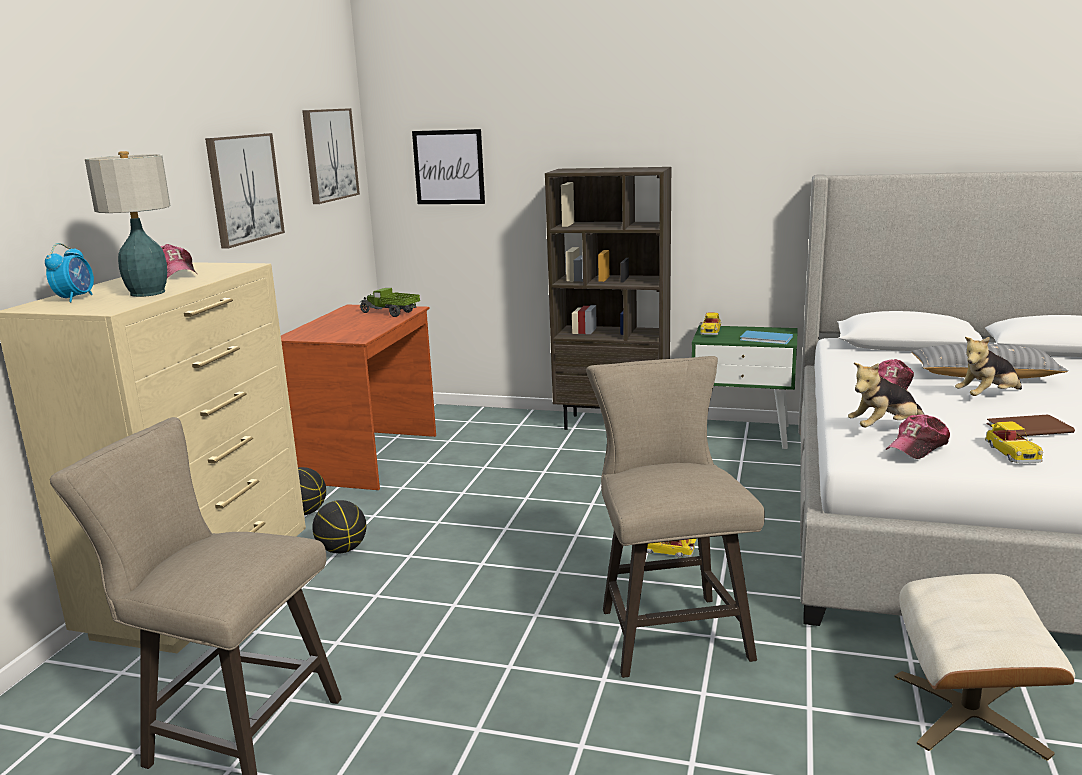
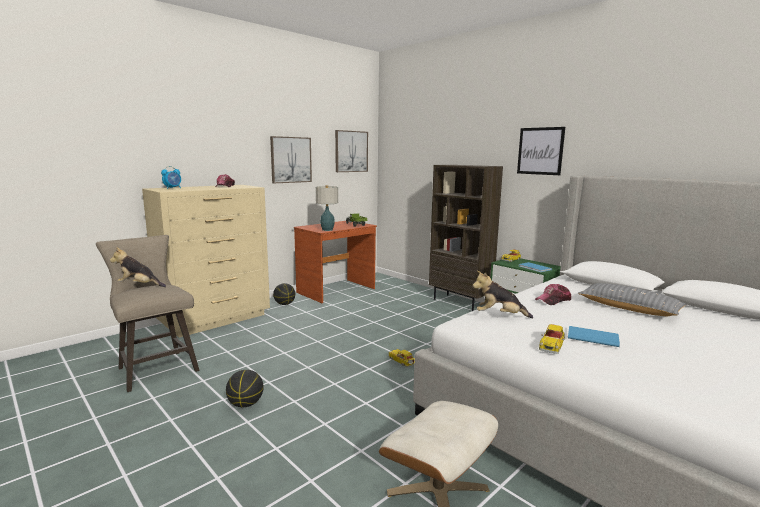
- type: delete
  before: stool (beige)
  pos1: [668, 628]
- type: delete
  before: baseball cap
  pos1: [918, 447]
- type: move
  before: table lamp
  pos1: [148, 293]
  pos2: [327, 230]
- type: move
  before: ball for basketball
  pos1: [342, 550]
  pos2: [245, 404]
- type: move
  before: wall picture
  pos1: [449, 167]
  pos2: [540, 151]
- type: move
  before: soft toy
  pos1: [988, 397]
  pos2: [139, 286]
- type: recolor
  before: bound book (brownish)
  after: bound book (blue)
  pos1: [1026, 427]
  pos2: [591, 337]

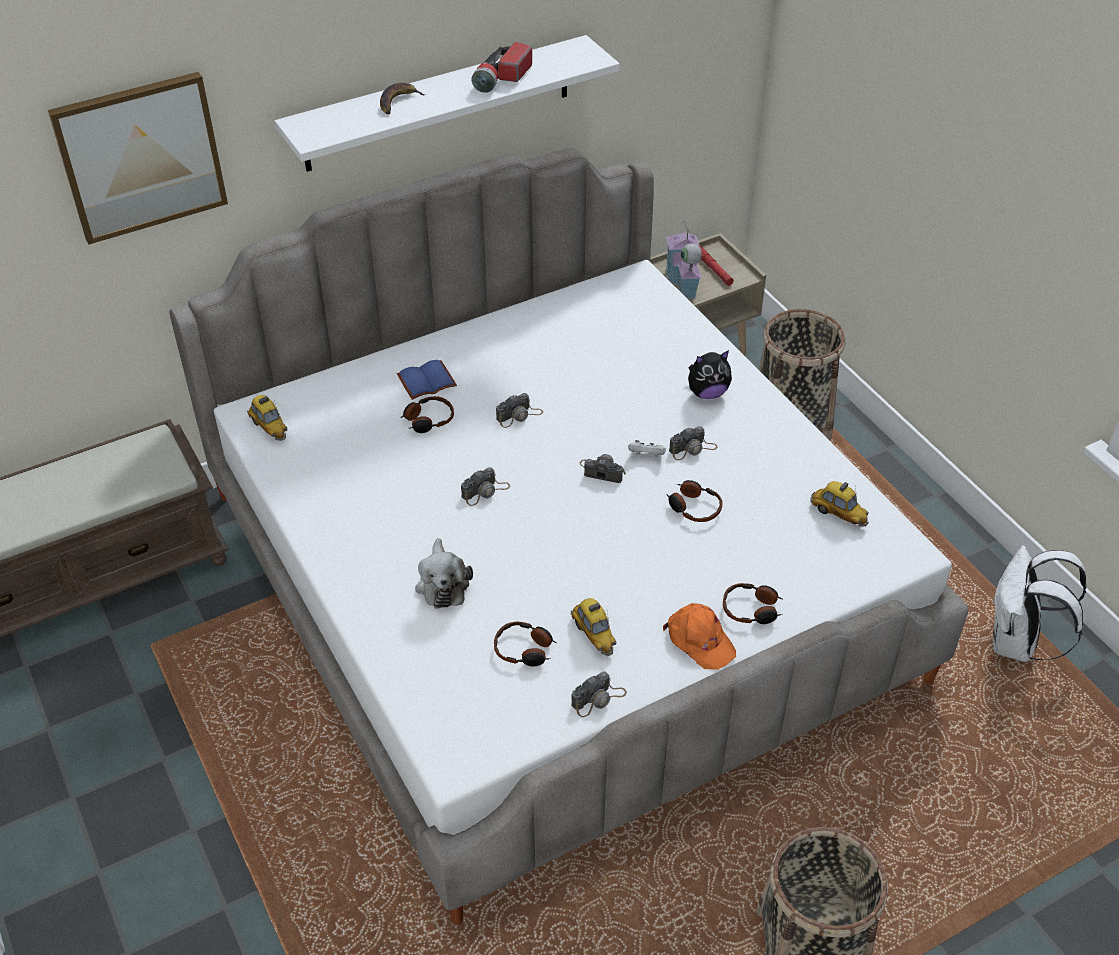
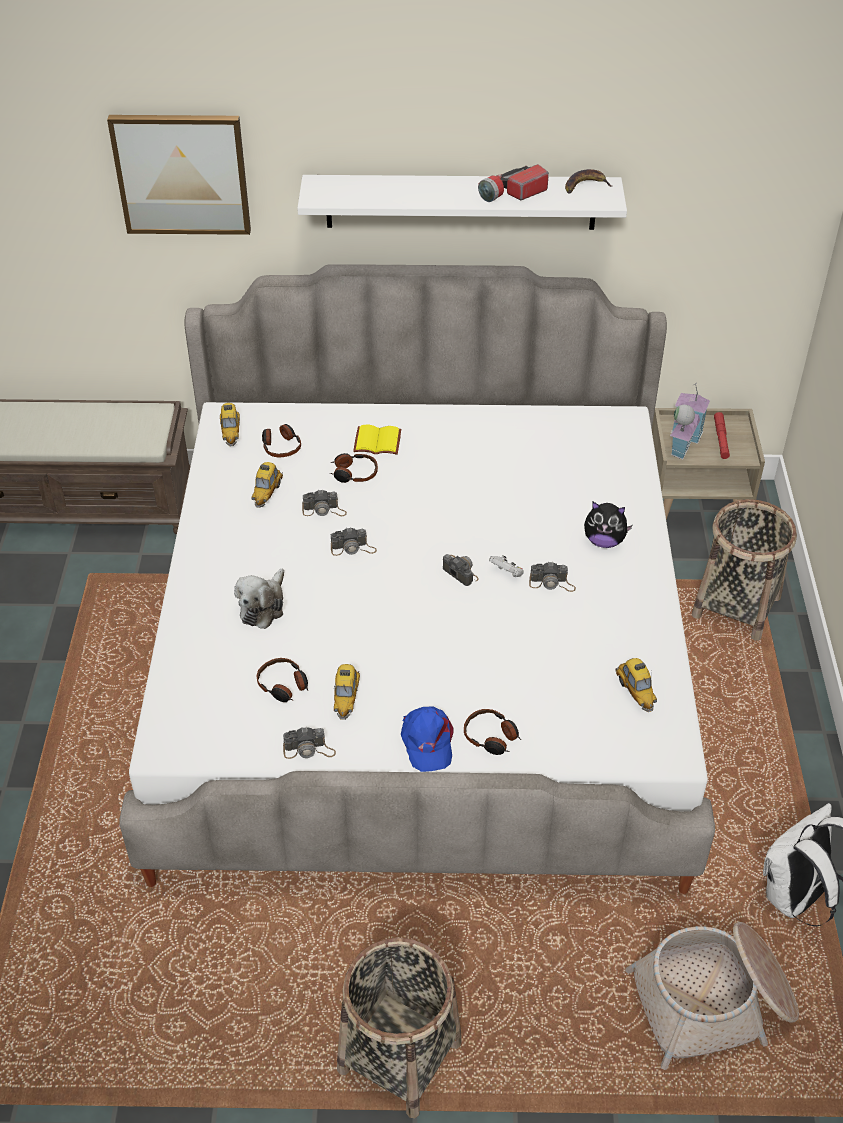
- type: insert
  after: toy car
  pos2: [267, 493]
- type: insert
  after: household basket
  pos2: [714, 1003]
- type: move
  before: banana fruit
  pos1: [398, 102]
  pos2: [585, 186]
- type: move
  before: still camera
  pos1: [519, 415]
  pos2: [324, 510]
- type: move
  before: headset
  pos1: [693, 507]
  pos2: [281, 446]
- type: recolor
  before: bound book (blue)
  after: bound book (yellow)
  pos1: [426, 382]
  pos2: [376, 442]
- type: recolor
  before: baseball cap (orange)
  after: baseball cap (blue)
  pos1: [699, 640]
  pos2: [427, 741]

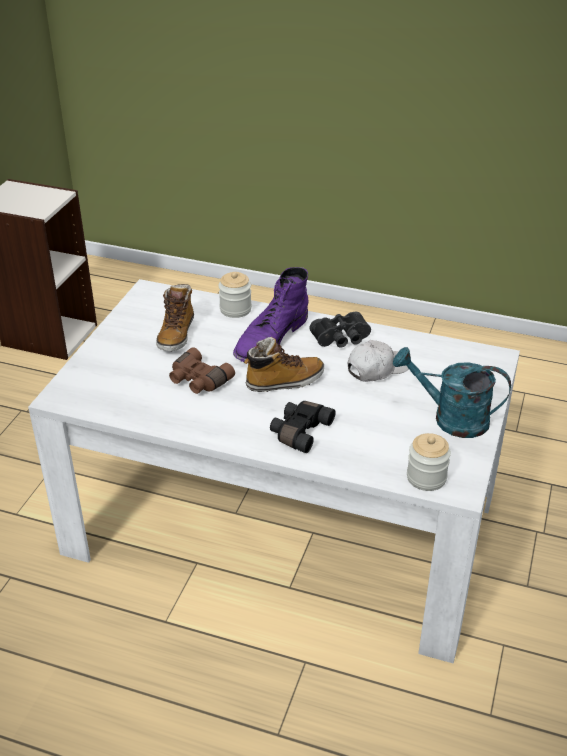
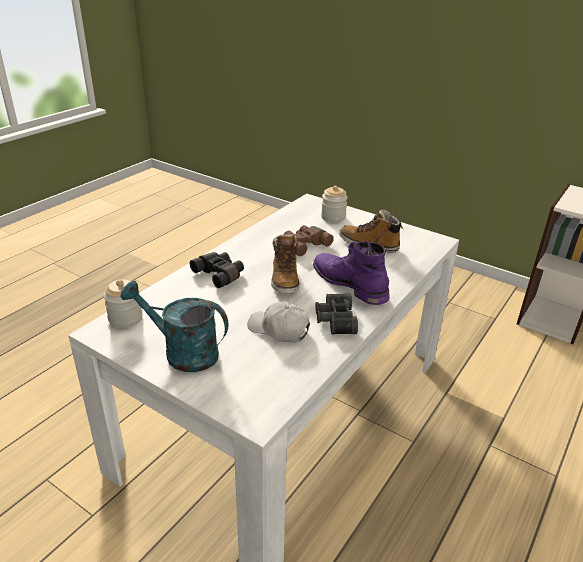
- type: move
  before: preserve jar
  pos1: [235, 309]
  pos2: [333, 217]
- type: rotate
  before: baseball cap (white)
  pos1: [377, 368]
  pos2: [279, 329]
  turn: 135
- type: rotate
  before: sprinkling can (turquoise)
  pos1: [450, 418]
  pos2: [182, 352]
  turn: -105

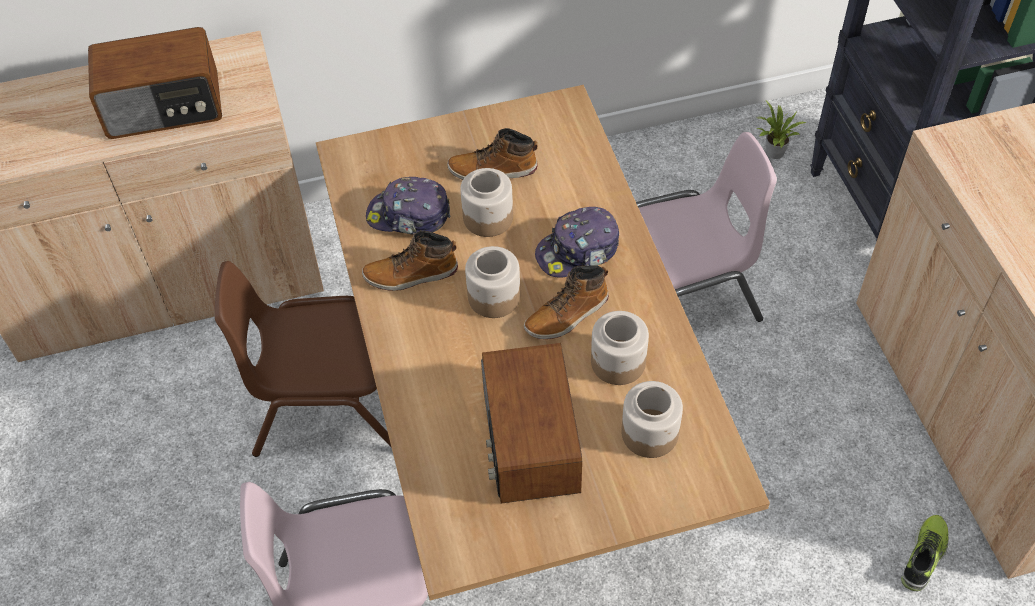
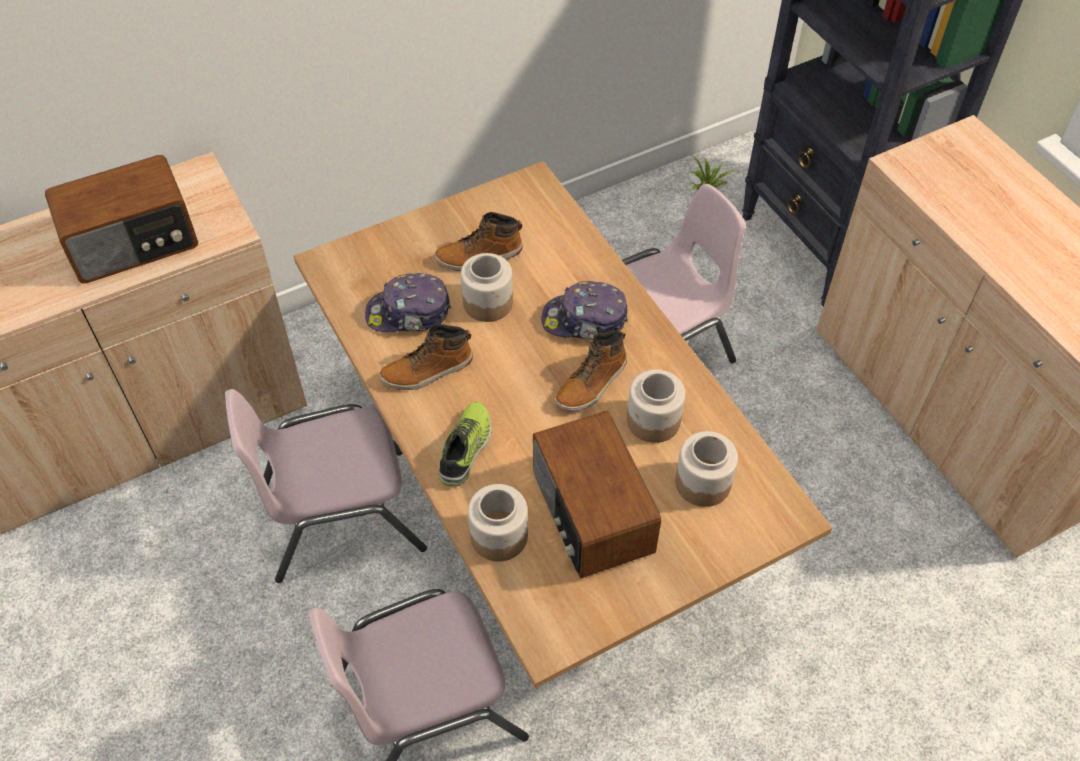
- type: move
  before: preserve jar
  pos1: [493, 297]
  pos2: [498, 536]
- type: move
  before: item of footwear
  pos1: [924, 556]
  pos2: [466, 448]
- type: recolor
  before: plain chair (brownish)
  after: plain chair (pink)
  pos1: [329, 403]
  pos2: [340, 515]
- type: rotate
  before: baseball cap
  pos1: [578, 251]
  pos2: [585, 320]
  turn: 45

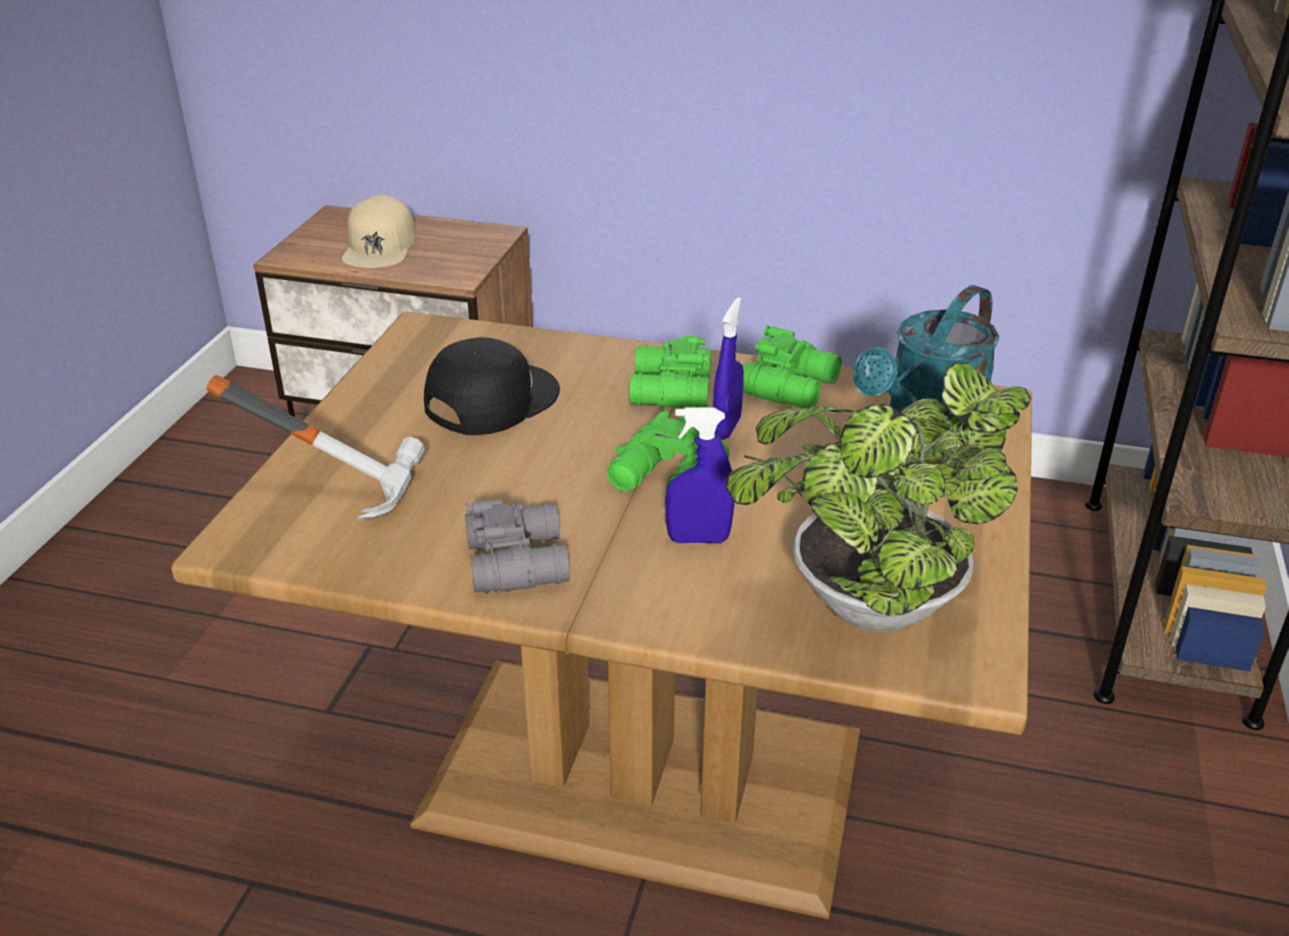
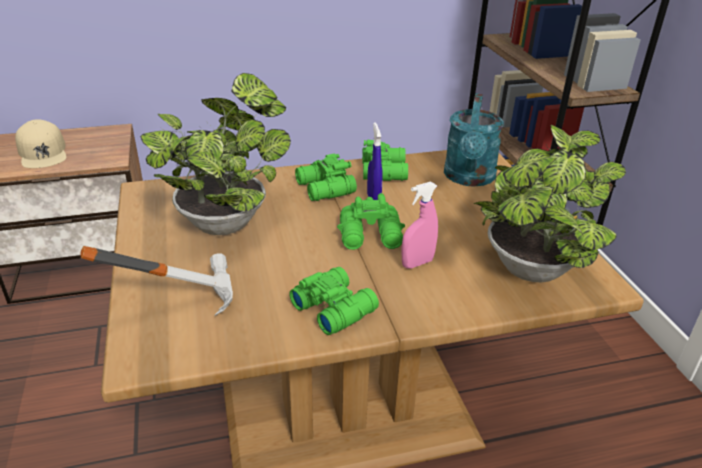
- type: replace
  before: baseball cap (blackish)
  after: potted plant
  pos1: [490, 399]
  pos2: [227, 220]
- type: recolor
  before: pair of binoculars (greyish)
  after: pair of binoculars (green-coloured)
  pos1: [520, 560]
  pos2: [334, 307]
- type: recolor
  before: spray bottle (blue)
  after: spray bottle (pink)
  pos1: [698, 539]
  pos2: [417, 263]

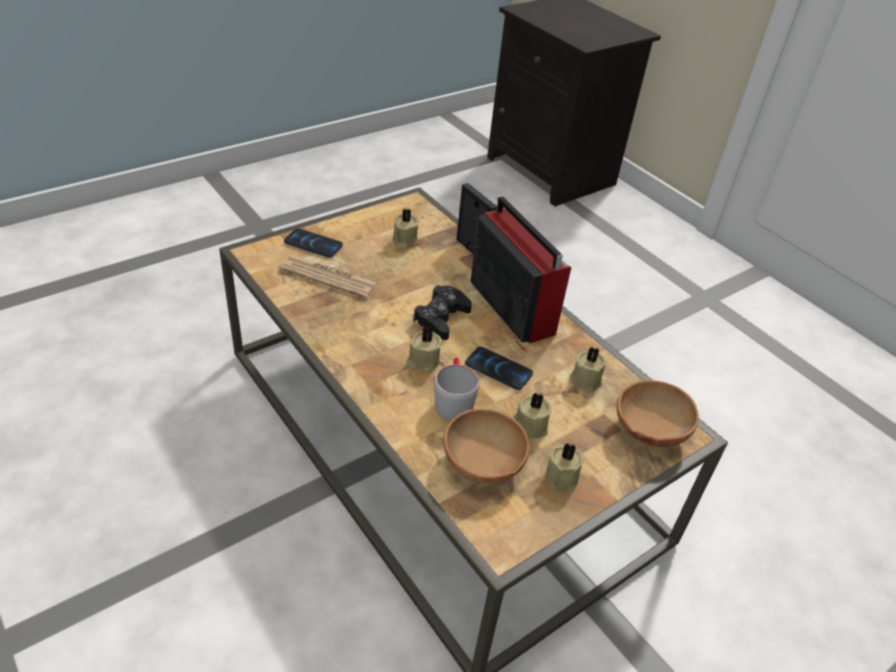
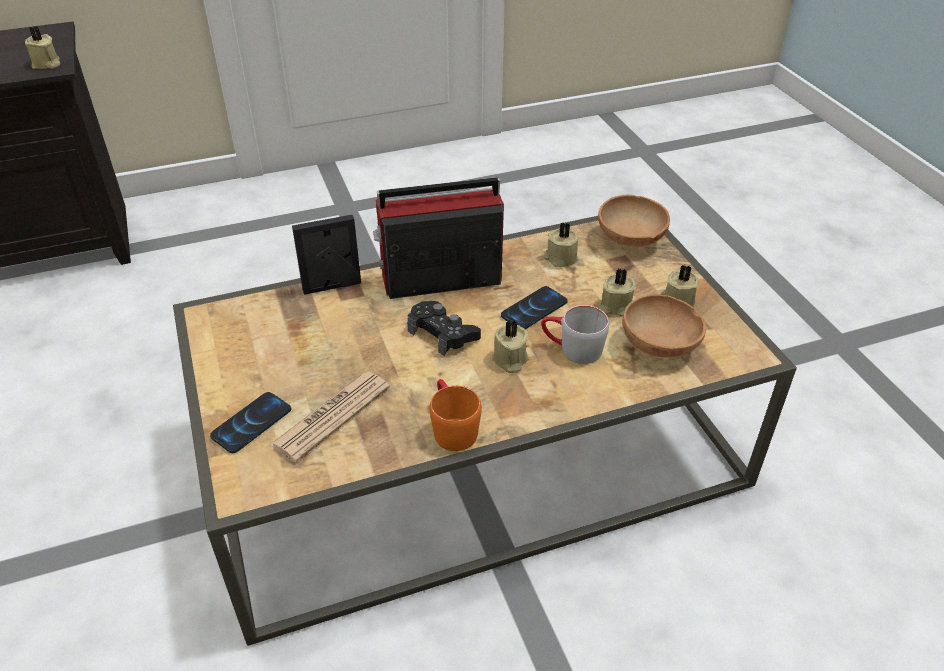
- type: insert
  after: tea mug (orange)
  pos2: [451, 427]
- type: move
  before: wax light (beige)
  pos1: [404, 241]
  pos2: [47, 64]

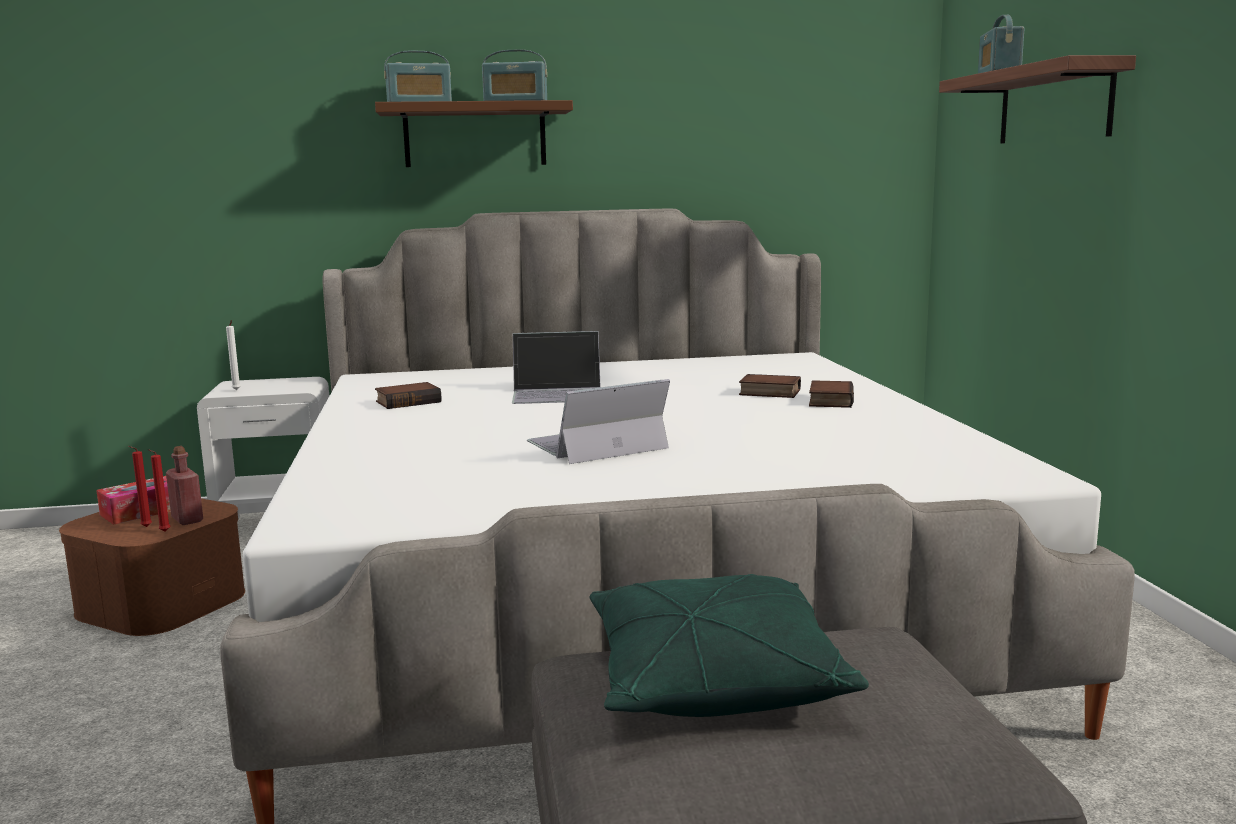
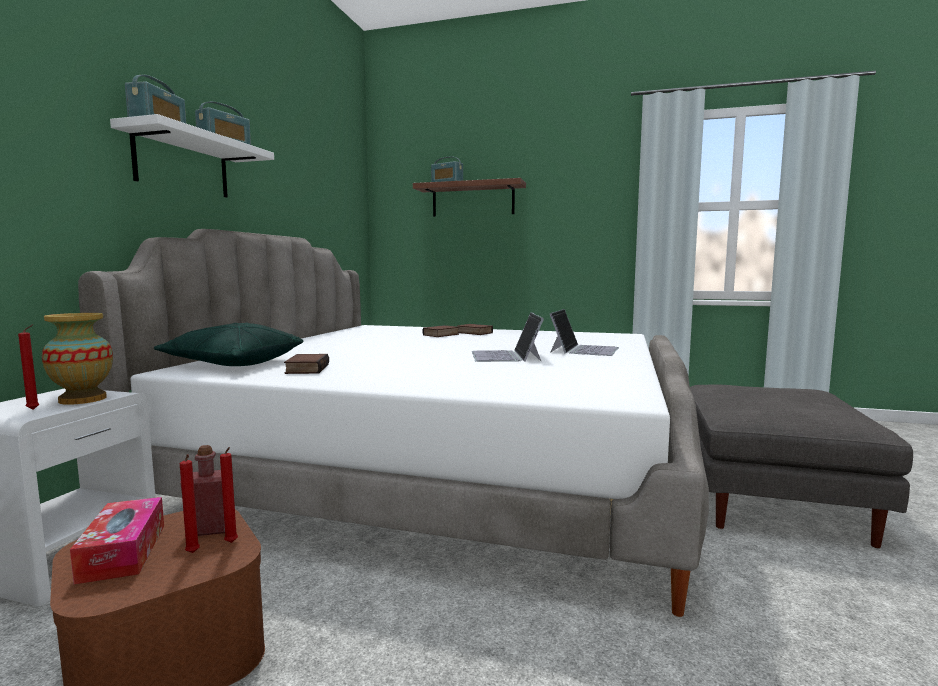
- type: insert
  after: vase
  pos2: [82, 399]
- type: move
  before: portable computer
  pos1: [558, 393]
  pos2: [584, 349]
- type: move
  before: cushion (green-coloured)
  pos1: [713, 680]
  pos2: [233, 364]
- type: recolor
  before: wax light (white)
  after: wax light (red)
  pos1: [236, 390]
  pos2: [35, 409]
- type: recolor
  before: bracket shelf (brownish)
  after: bracket shelf (white)
  pos1: [475, 135]
  pos2: [182, 165]

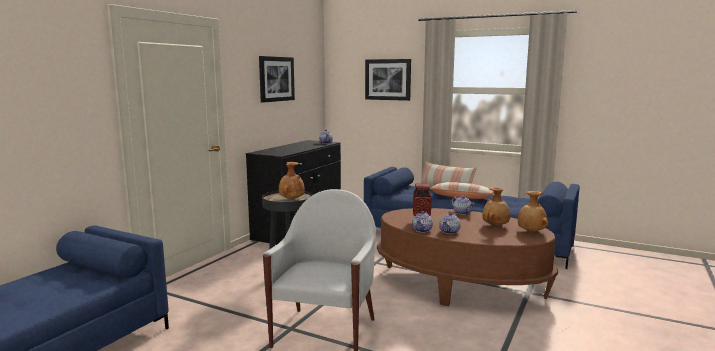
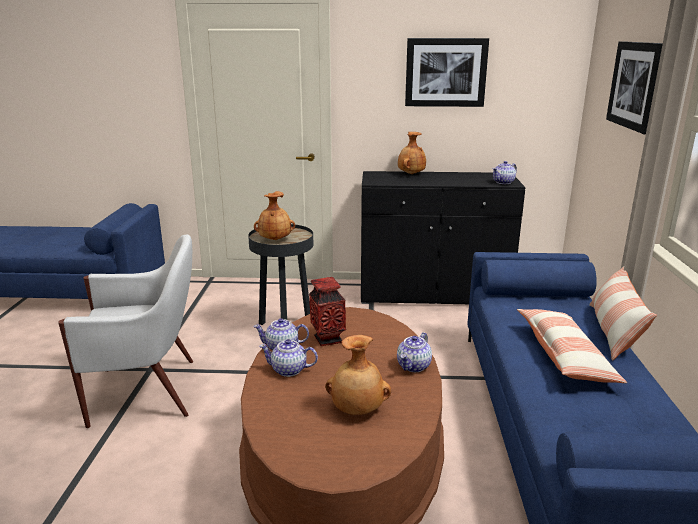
- type: move
  before: vase (brownish)
  pos1: [531, 231]
  pos2: [410, 174]

